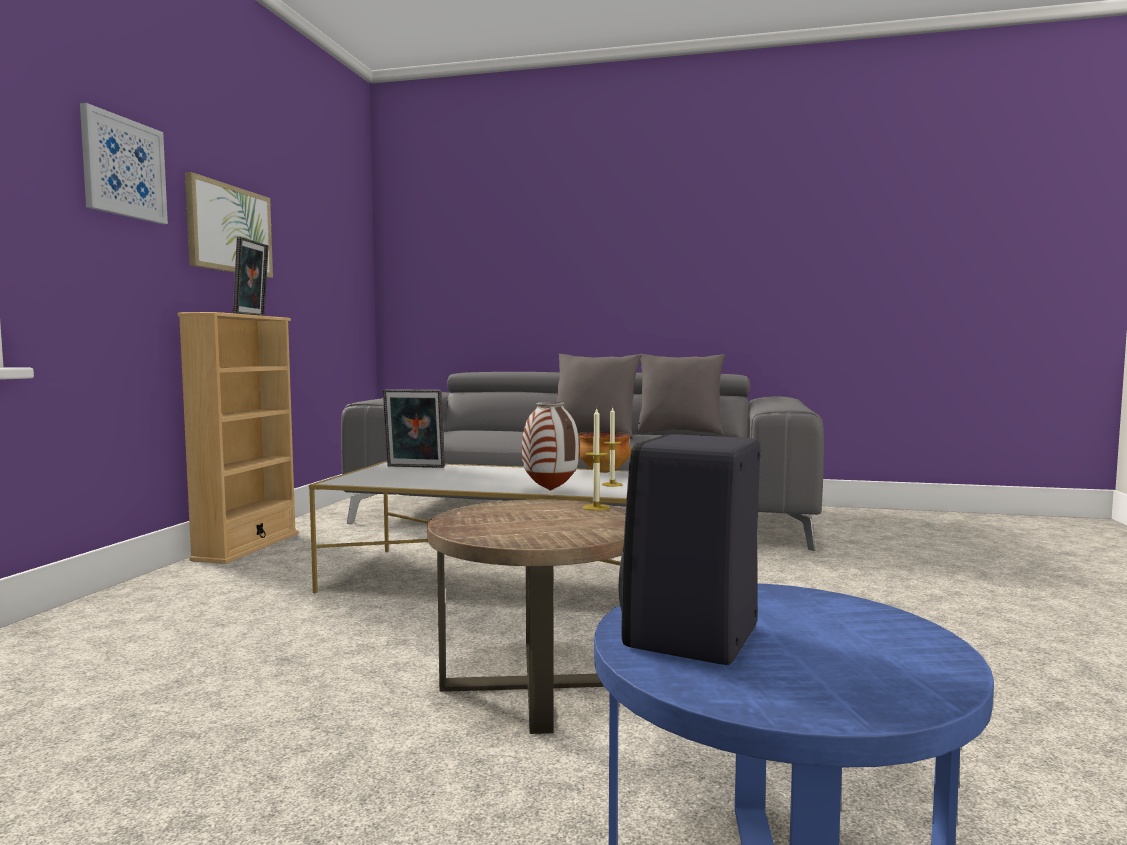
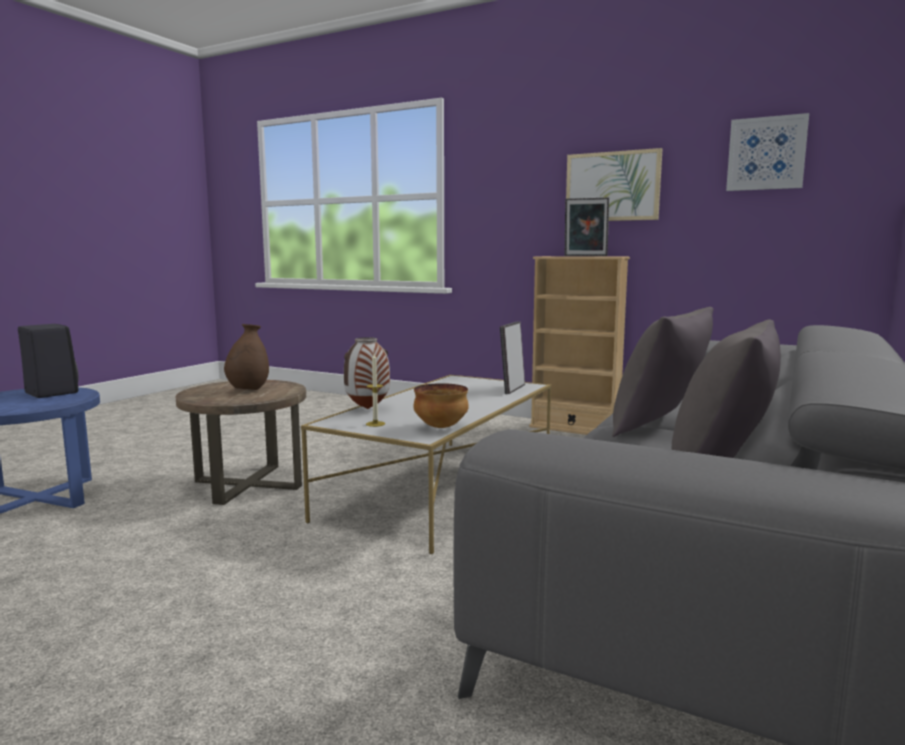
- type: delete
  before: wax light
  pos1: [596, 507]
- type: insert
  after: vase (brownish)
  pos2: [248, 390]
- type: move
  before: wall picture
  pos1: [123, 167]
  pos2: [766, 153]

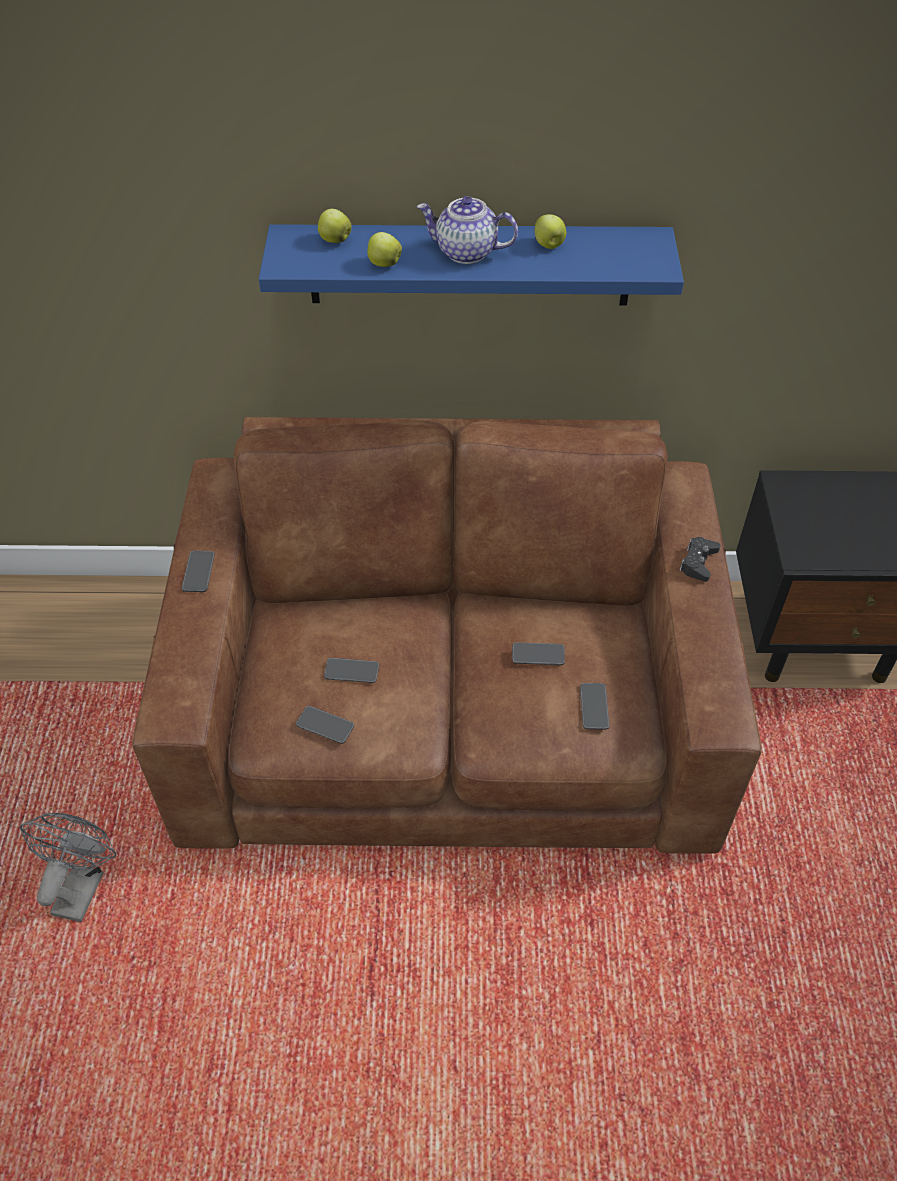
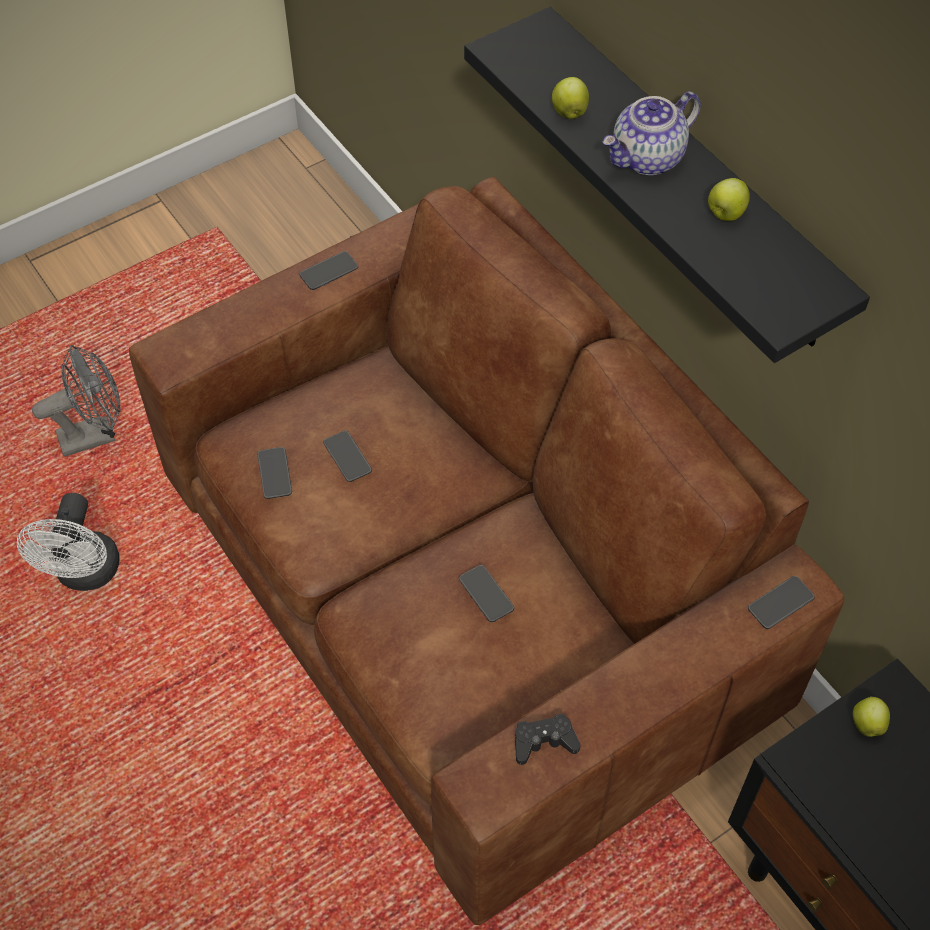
- type: insert
  after: fan (white)
  pos2: [86, 574]
- type: move
  before: whole apple
  pos1: [334, 240]
  pos2: [867, 723]
- type: move
  before: phone
  pos1: [594, 706]
  pos2: [780, 603]
- type: move
  before: joypad (blackish)
  pos1: [698, 562]
  pos2: [544, 742]
- type: recolor
  before: bracket shelf (blue)
  after: bracket shelf (blackish)
  pos1: [470, 265]
  pos2: [690, 181]
- type: rotate
  before: pot for tea
  pos1: [465, 252]
  pos2: [647, 159]
  turn: -105

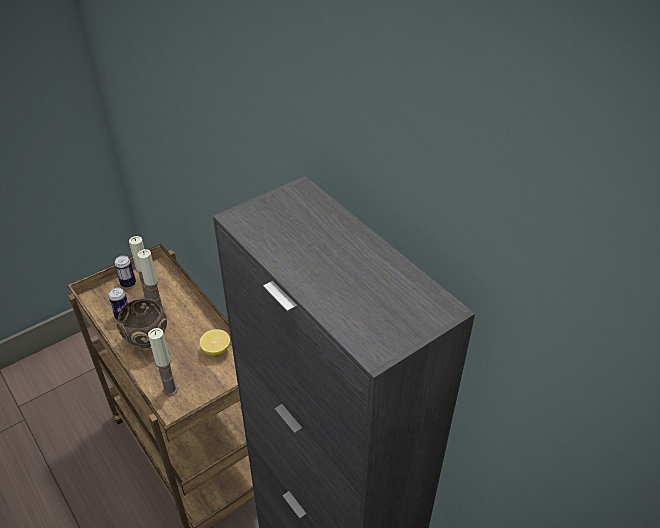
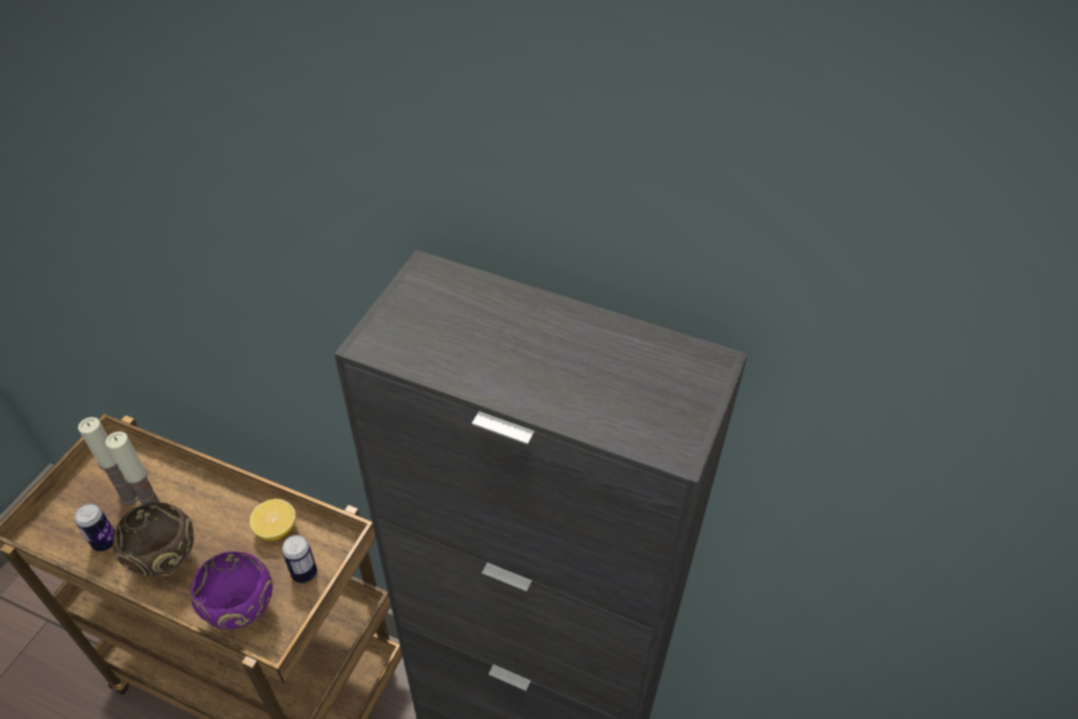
- type: move
  before: metal can
  pos1: [128, 283]
  pos2: [304, 573]
- type: replace
  before: wax light
  after: bowl (purple)
  pos1: [170, 389]
  pos2: [243, 612]

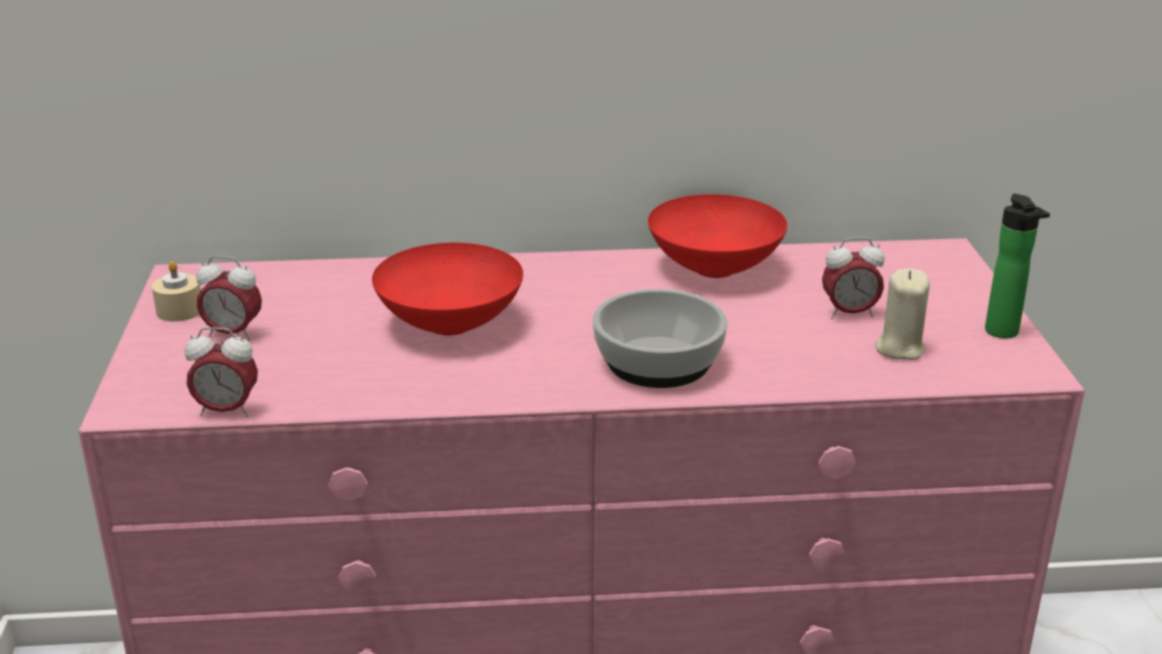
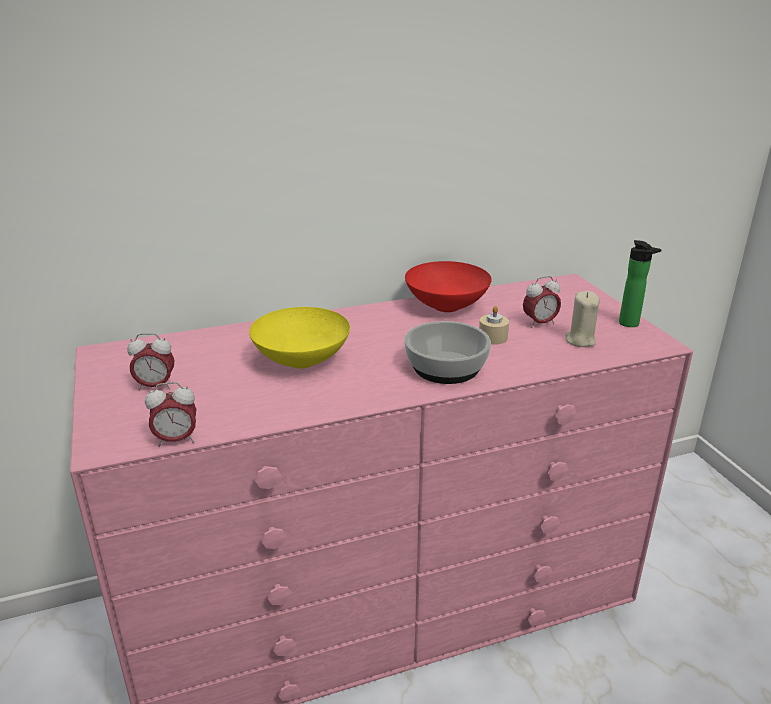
- type: move
  before: wax light (beige)
  pos1: [180, 310]
  pos2: [493, 337]
- type: recolor
  before: bowl (red)
  after: bowl (yellow)
  pos1: [451, 325]
  pos2: [303, 361]

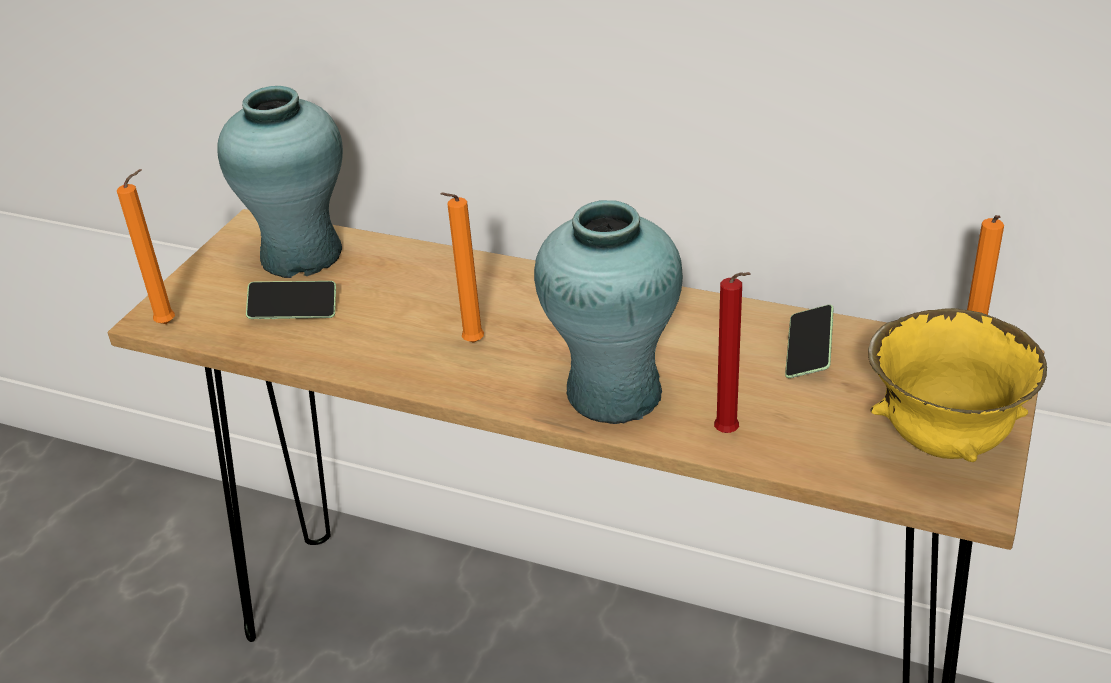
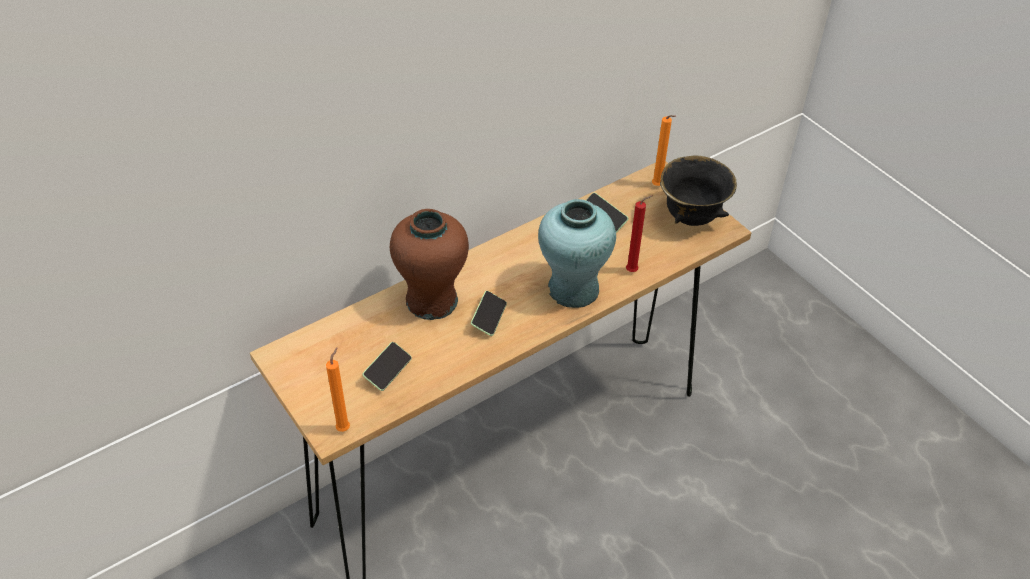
- type: delete
  before: vase (turquoise)
  pos1: [302, 255]
- type: insert
  after: vase (brownish)
  pos2: [431, 300]
- type: replace
  before: wax light (orange)
  after: phone
  pos1: [470, 344]
  pos2: [489, 318]
- type: recolor
  before: bowl (yellow)
  after: bowl (blackish)
  pos1: [943, 442]
  pos2: [690, 217]

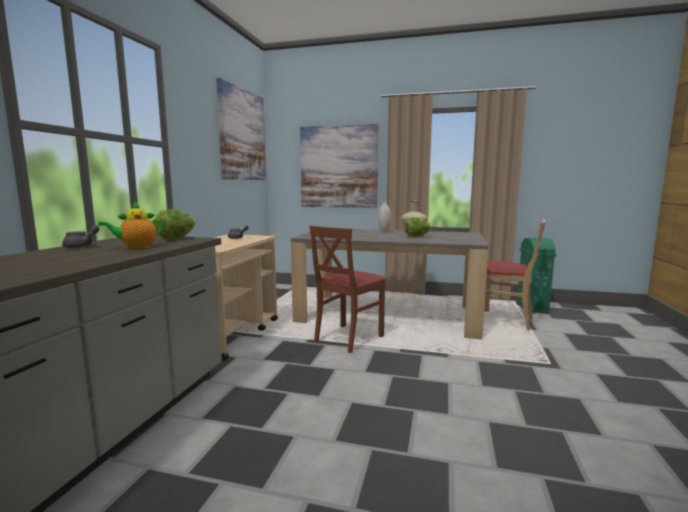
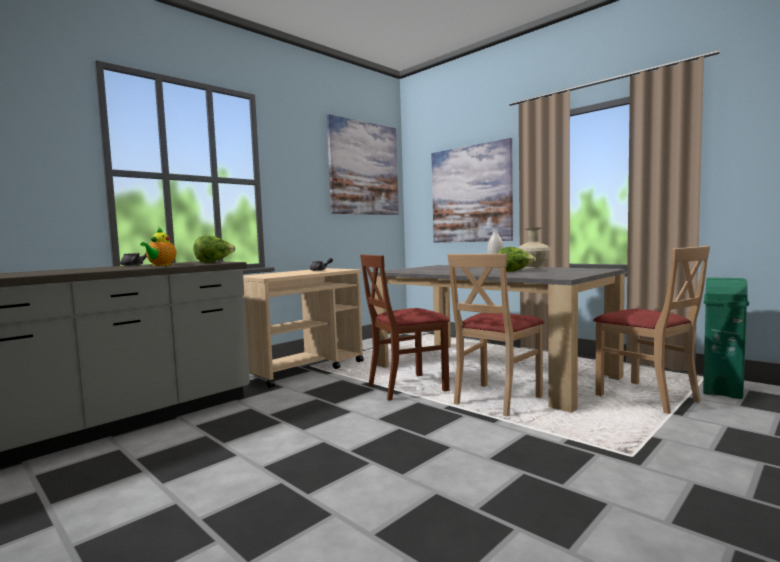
- type: insert
  after: plain chair (beige)
  pos2: [496, 400]
- type: rotate
  before: pot for tea
  pos1: [136, 247]
  pos2: [160, 265]
  turn: -75

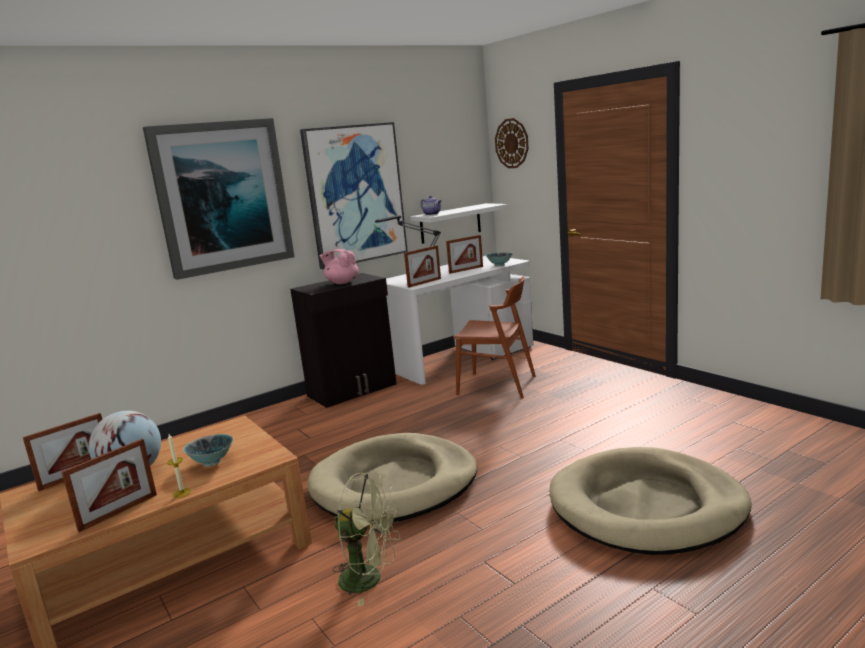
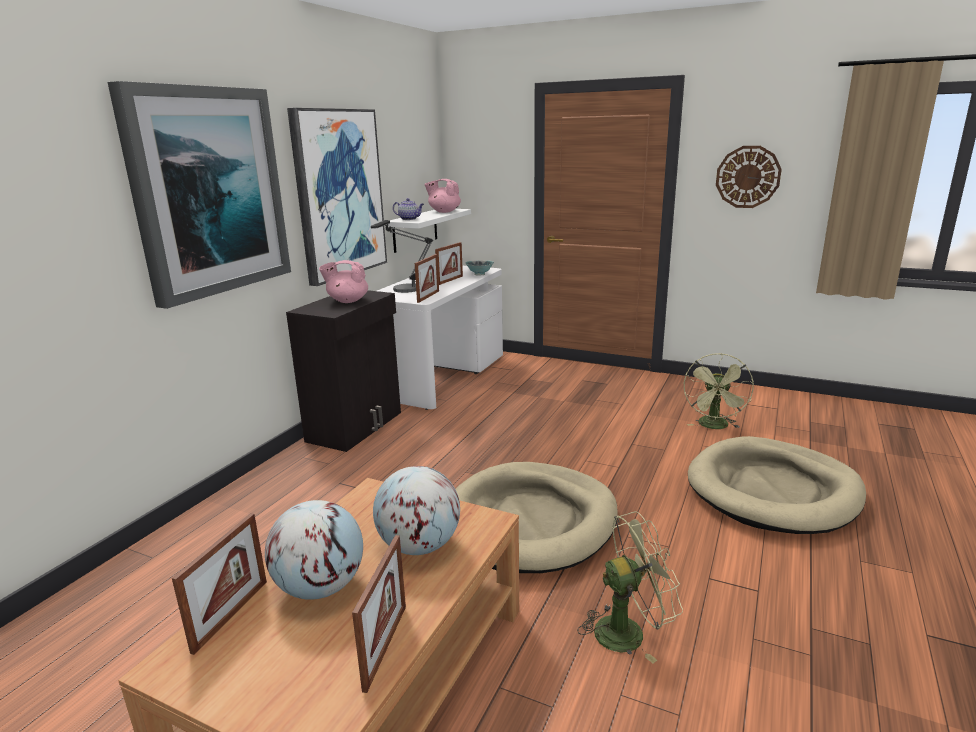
- type: delete
  before: wax light
  pos1: [182, 493]
- type: delete
  before: plain chair (brownish)
  pos1: [497, 385]
- type: insert
  after: pot for tea (pink)
  pos2: [444, 211]
- type: insert
  after: fan (green-coloured)
  pos2: [714, 426]
- type: move
  before: wall clock
  pos1: [512, 143]
  pos2: [748, 177]
- type: replace
  before: bowl
  after: globe
  pos1: [212, 463]
  pos2: [419, 546]

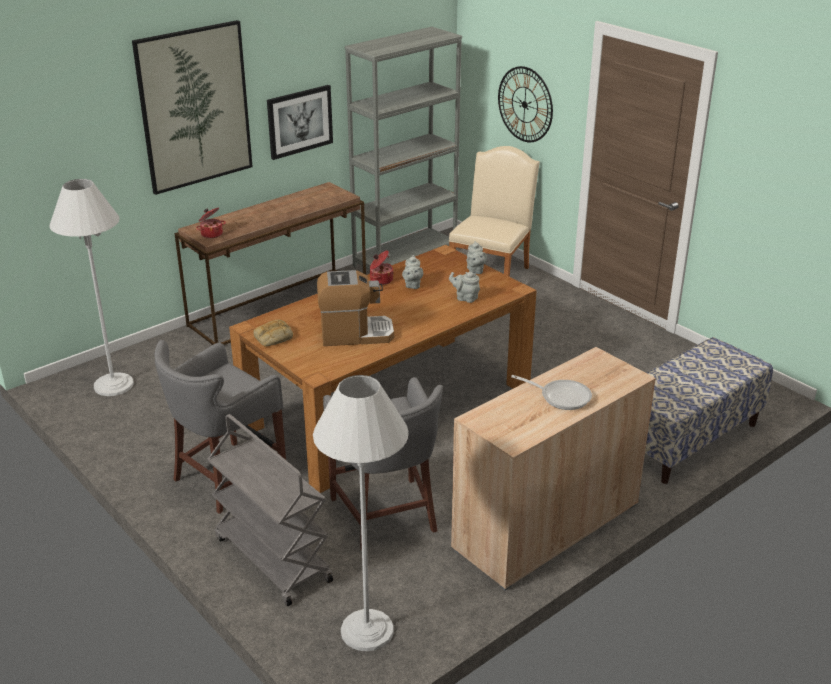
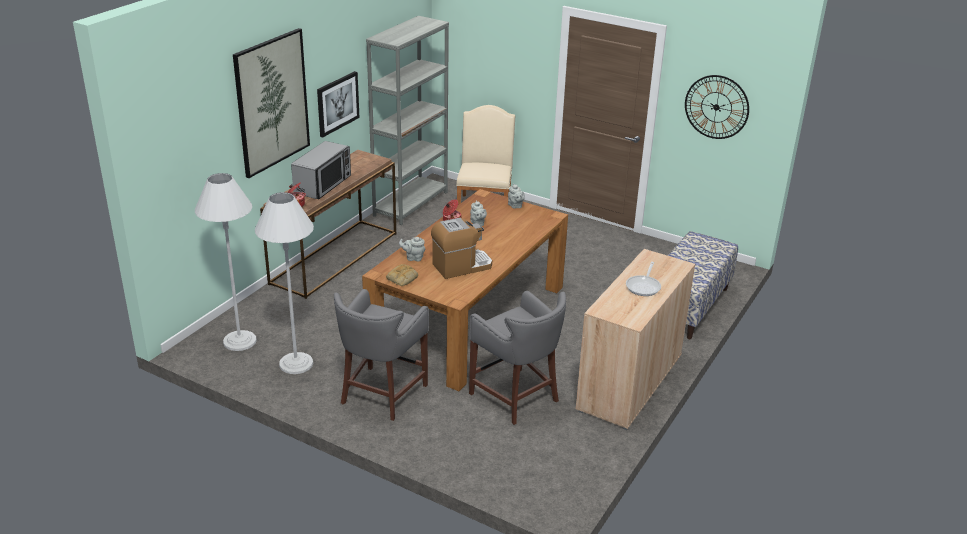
- type: delete
  before: trolley (greyish)
  pos1: [271, 559]
- type: insert
  after: microwave
  pos2: [323, 185]
- type: move
  before: standing lamp (white)
  pos1: [367, 630]
  pos2: [296, 363]
- type: move
  before: pot for tea (greyish)
  pos1: [465, 298]
  pos2: [413, 258]
- type: move
  before: wall clock
  pos1: [525, 104]
  pos2: [716, 107]
- type: rotate
  before: pan
  pos1: [561, 396]
  pos2: [644, 286]
  turn: 105

